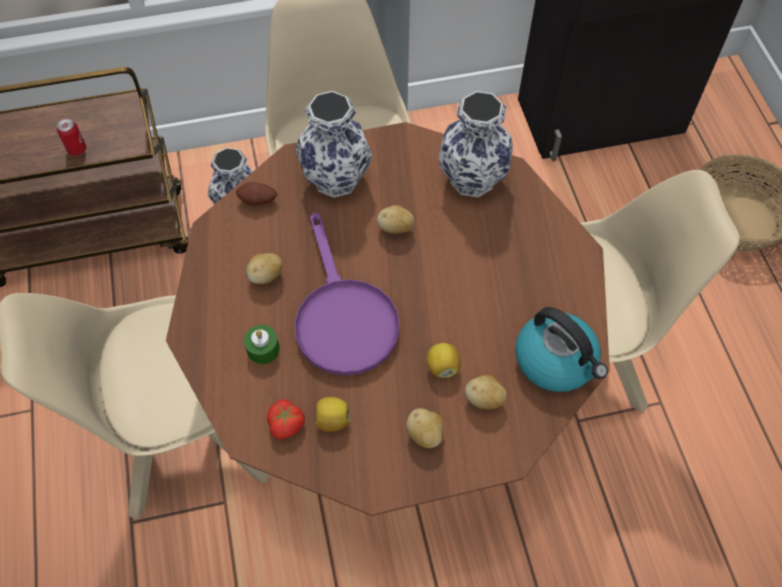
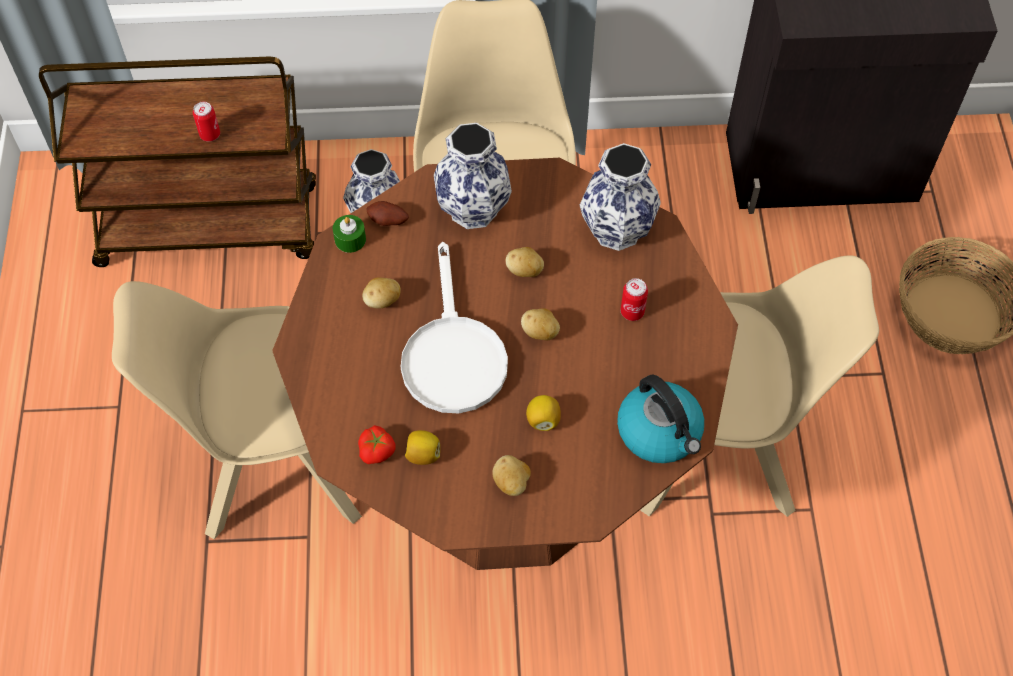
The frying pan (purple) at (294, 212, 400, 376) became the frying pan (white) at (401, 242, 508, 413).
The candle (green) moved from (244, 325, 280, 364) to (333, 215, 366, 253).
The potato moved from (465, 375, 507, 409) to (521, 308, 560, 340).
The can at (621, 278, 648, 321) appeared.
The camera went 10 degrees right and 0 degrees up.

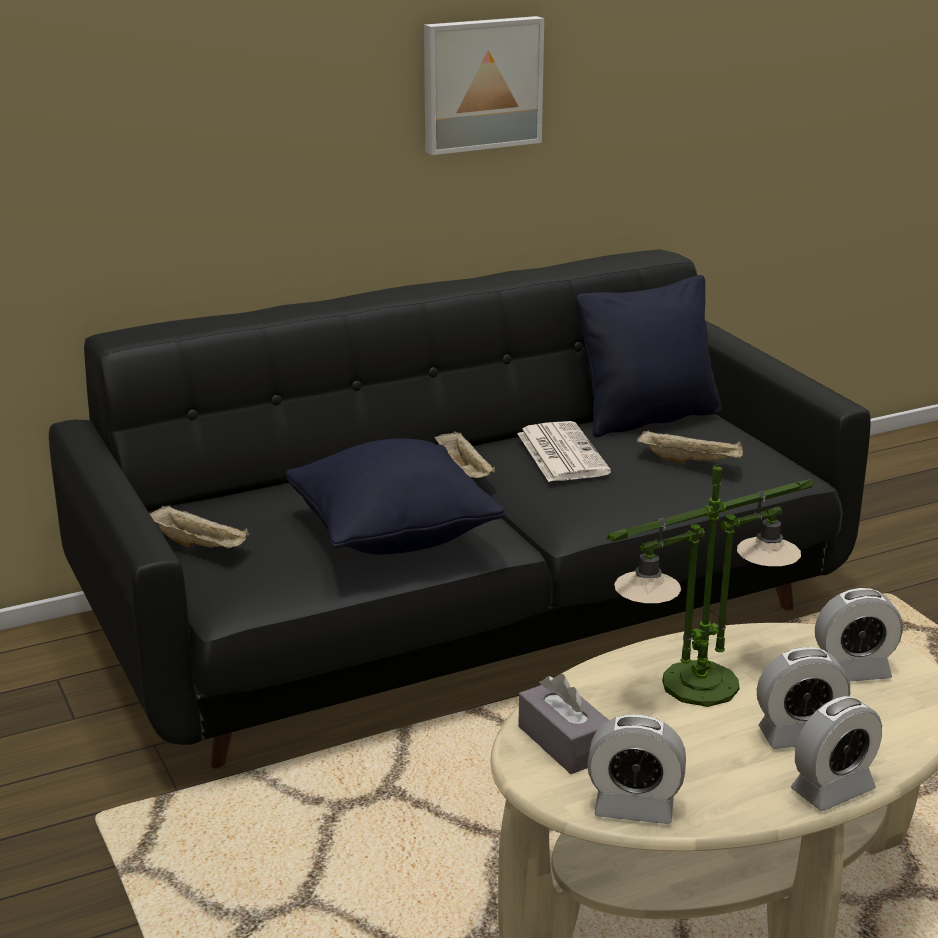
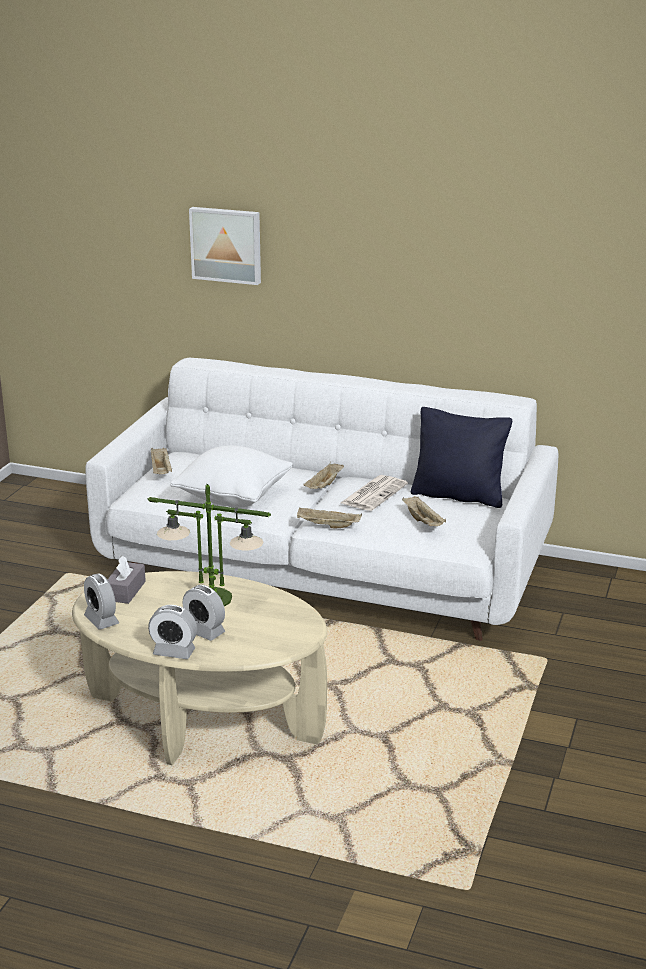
The picture moved from (424, 16, 544, 155) to (189, 207, 261, 285).
The sofa (black) at (49, 249, 871, 768) became the sofa (white) at (85, 358, 558, 641).
The pillow (black) at (286, 439, 505, 555) became the pillow (white) at (170, 445, 293, 508).
The alarm clock at (815, 588, 903, 682) disappeared.
The tray (beige) at (297, 507, 362, 529) appeared.
The camera went 45 degrees right and 0 degrees up.

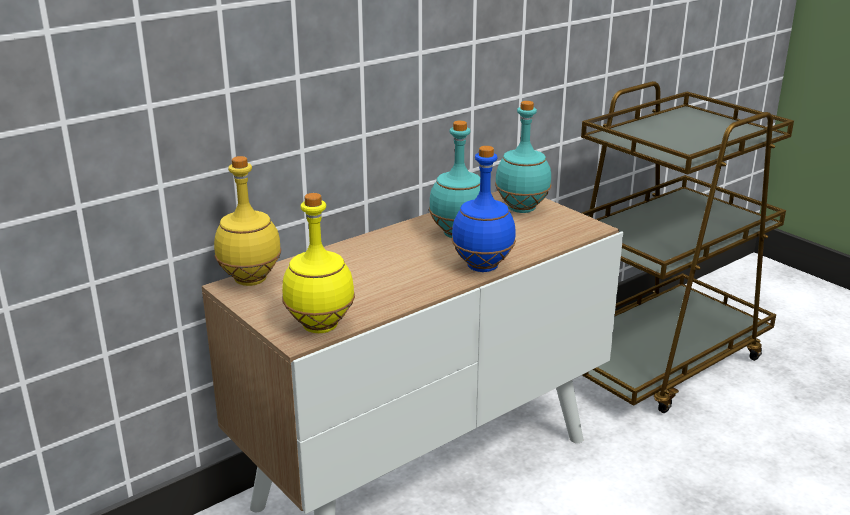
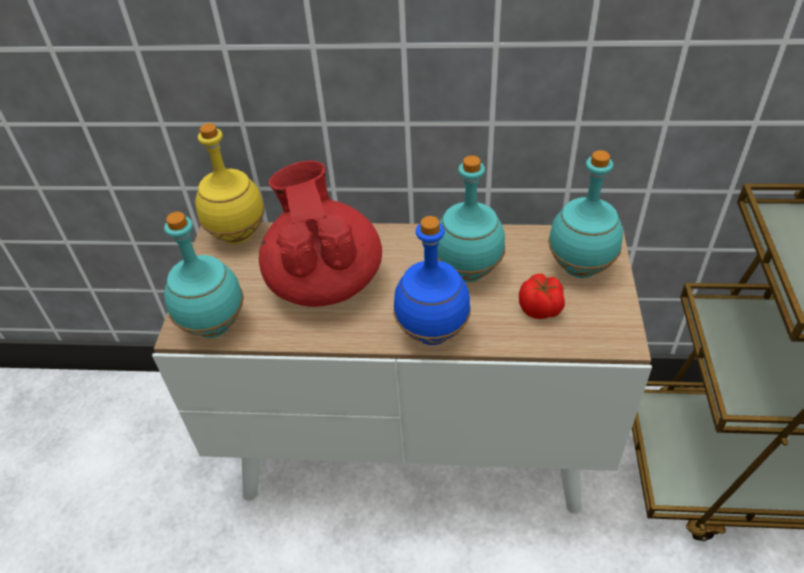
The bottle (yellow) at (282, 193, 355, 333) became the bottle (turquoise) at (164, 212, 244, 338).
The teapot (red) at (259, 160, 382, 307) appeared.
The tomato at (519, 274, 565, 319) appeared.
The camera went 45 degrees right and 20 degrees up.

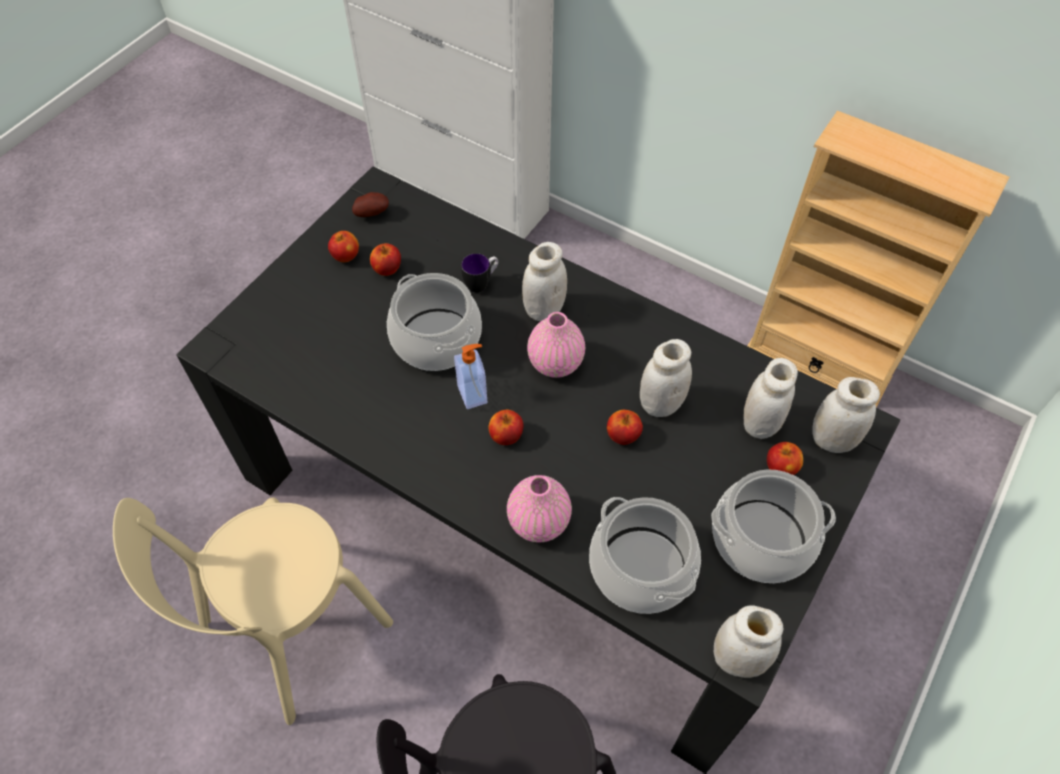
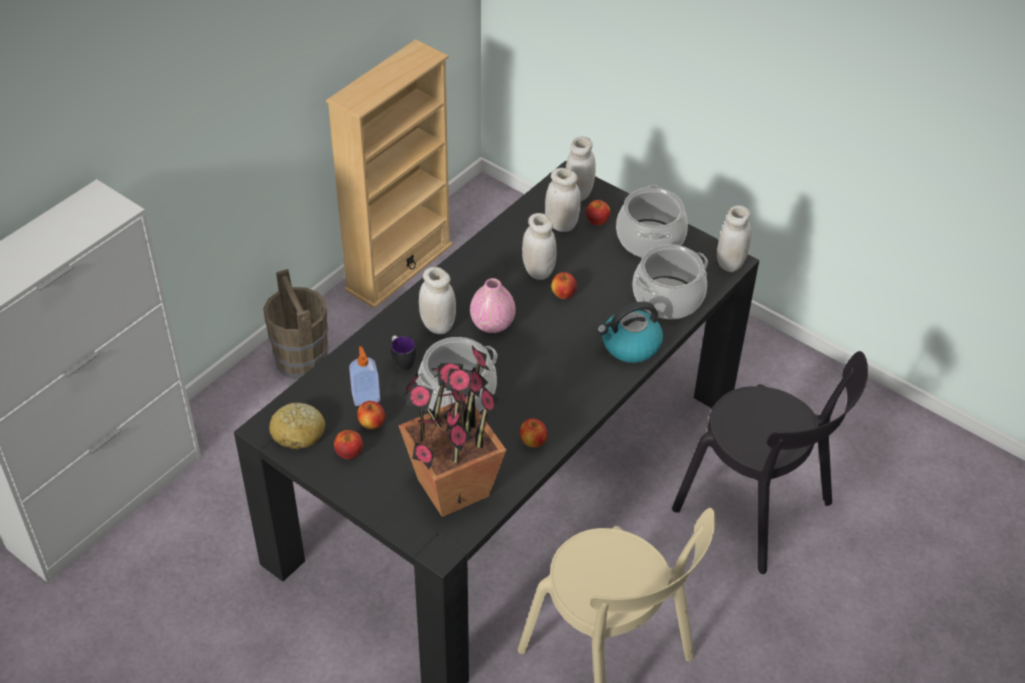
The potato at (352, 192, 389, 217) was replaced by the bread at (269, 403, 325, 449).
The soap dispenser moved from (454, 344, 488, 409) to (349, 346, 380, 406).
The apple moved from (489, 410, 524, 445) to (520, 418, 548, 447).
The vase (pink) at (507, 475, 572, 542) was replaced by the kettle at (597, 301, 663, 363).
The bucket (brown) at (263, 269, 328, 380) appeared.
The potted plant at (398, 346, 506, 517) appeared.
The camera went 85 degrees left and 10 degrees down.

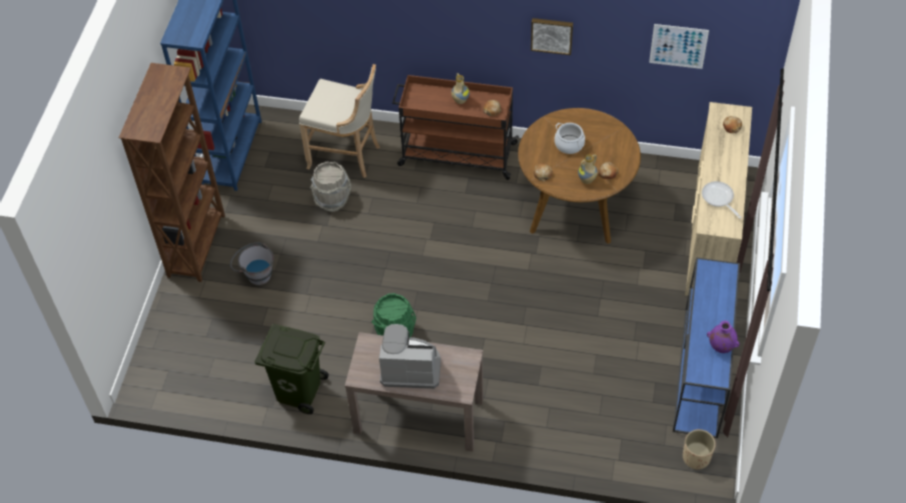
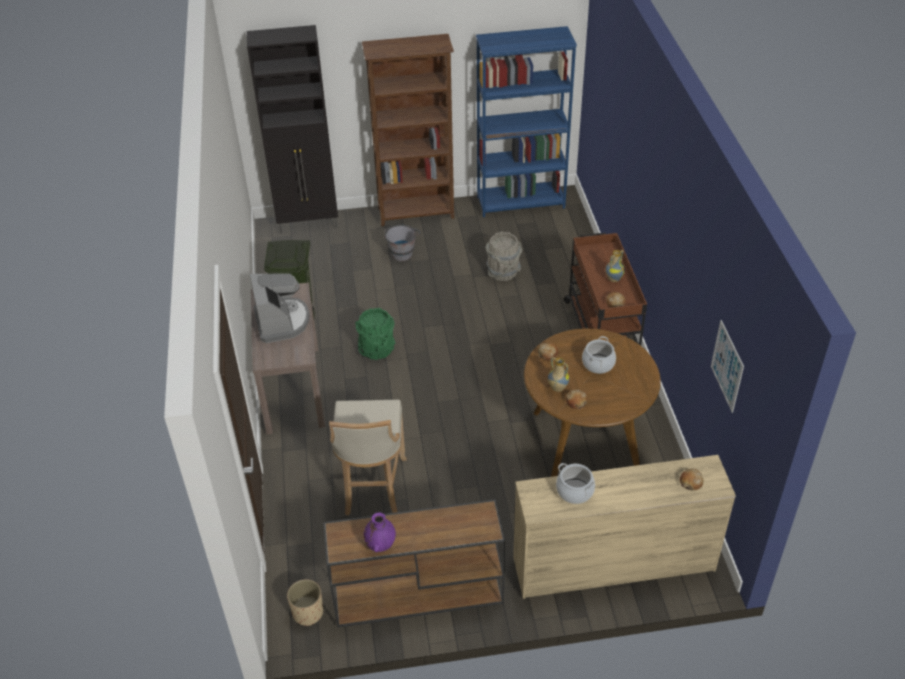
The picture at (531, 18, 573, 55) disappeared.
The stool (beige) moved from (299, 64, 380, 178) to (329, 400, 407, 516).
The frying pan at (702, 181, 741, 219) was replaced by the cooking pot at (556, 463, 595, 504).
The console table (blue) at (673, 257, 740, 438) became the console table (brown) at (323, 499, 505, 628).
The cabinet (black) at (247, 25, 338, 234) appeared.
The camera went 70 degrees right and 10 degrees down.

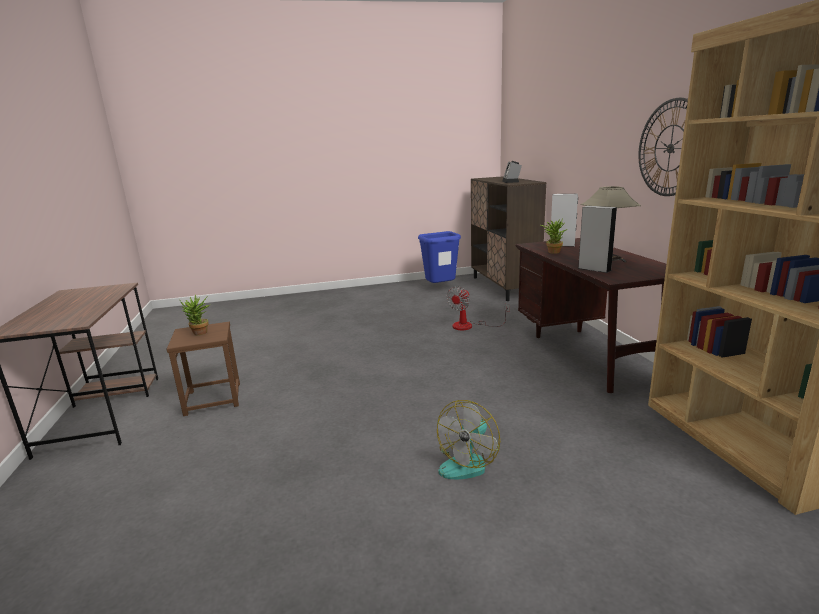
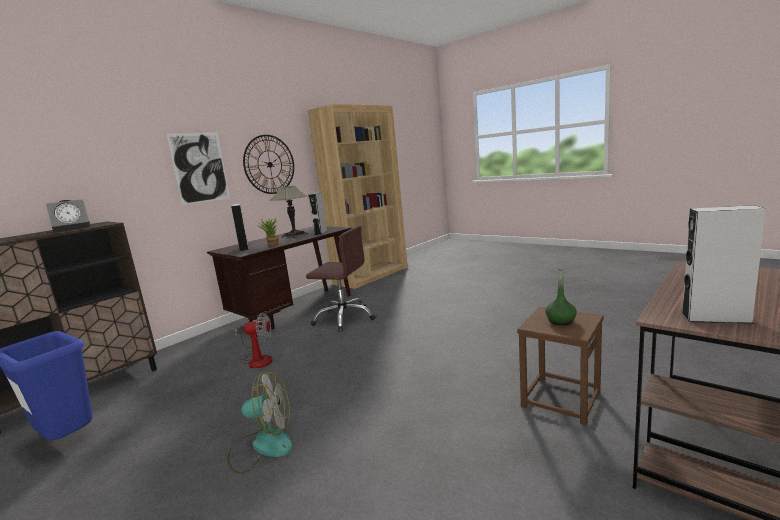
The potted plant at (180, 295, 211, 335) was replaced by the bottle (green) at (545, 268, 577, 325).
The fan moved from (437, 400, 500, 479) to (227, 371, 292, 474).
The picture at (166, 133, 230, 205) appeared.
The speaker (grey) at (681, 205, 766, 324) appeared.
The office chair (brown) at (306, 226, 376, 332) appeared.
The camera went 125 degrees left and 5 degrees down.

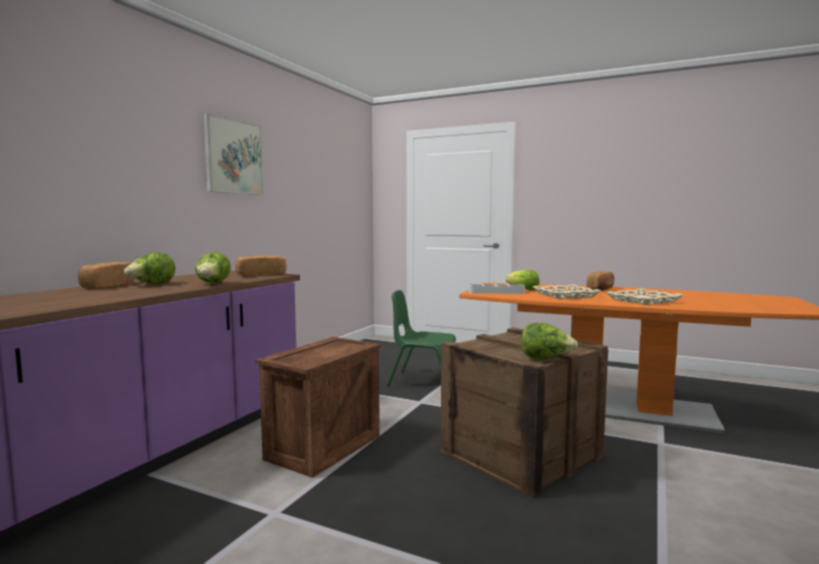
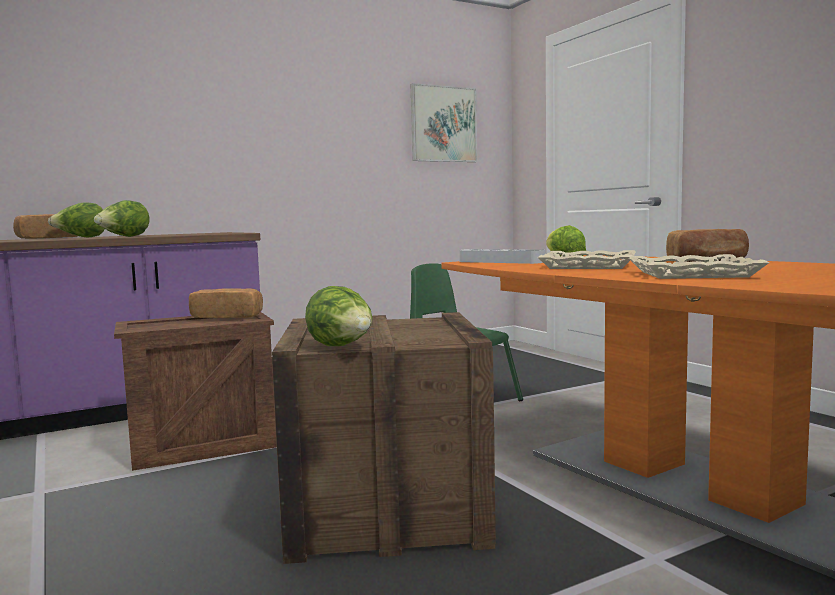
The picture moved from (204, 113, 264, 195) to (410, 83, 477, 162).
The bread moved from (235, 255, 287, 276) to (189, 288, 263, 318).
The camera went 35 degrees right and 0 degrees up.

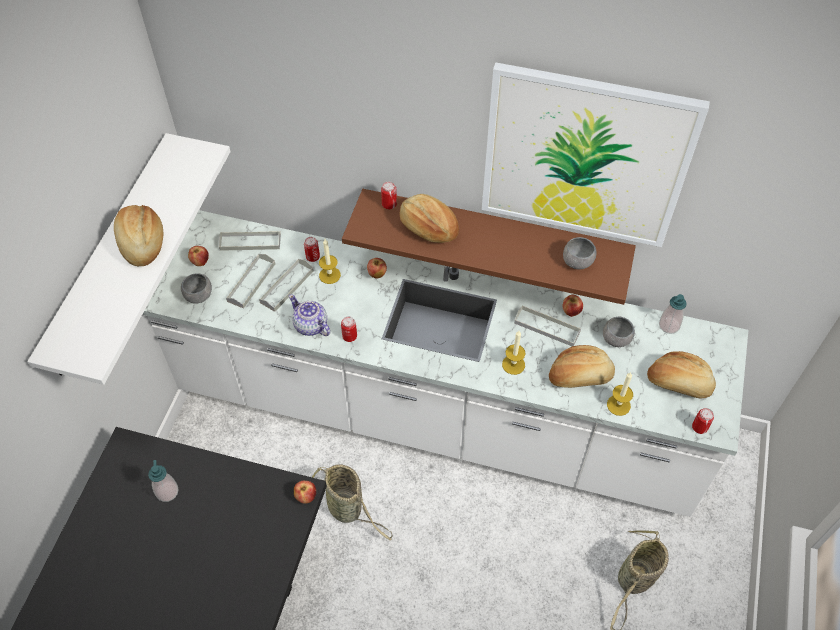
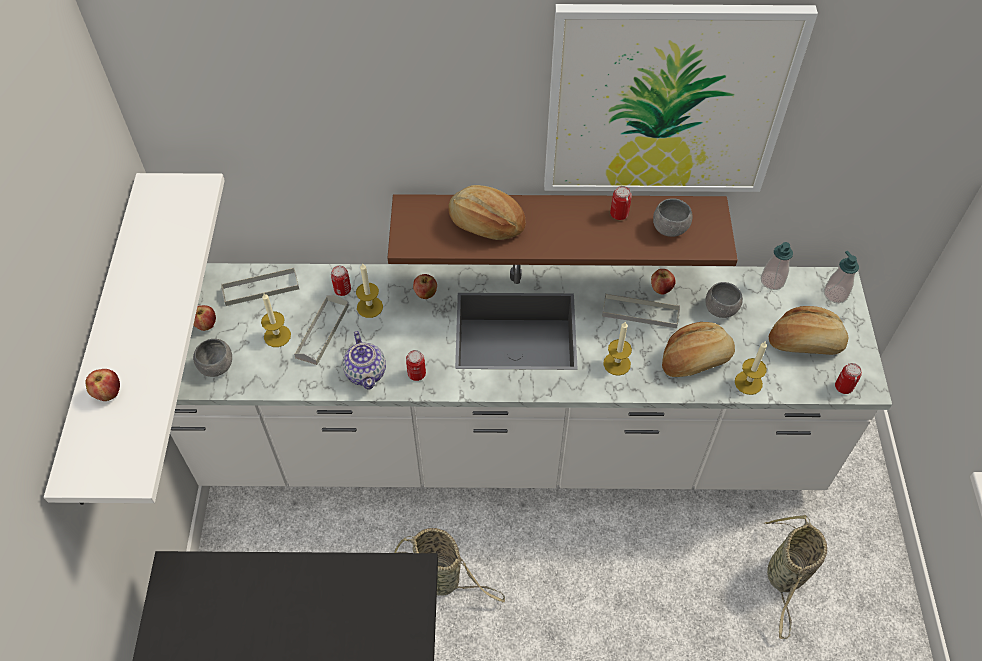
The can moved from (381, 181, 397, 209) to (610, 186, 632, 220).
The bread at (114, 205, 163, 266) disappeared.
The tray (grey) at (226, 254, 275, 309) was replaced by the candle at (261, 293, 291, 347).
The teapot at (289, 294, 330, 336) turned 135 degrees counterclockwise.
The soap dispenser moved from (148, 460, 179, 502) to (824, 251, 859, 303).
The apple moved from (294, 481, 316, 504) to (86, 369, 120, 401).
The camera went 15 degrees left and 0 degrees up.

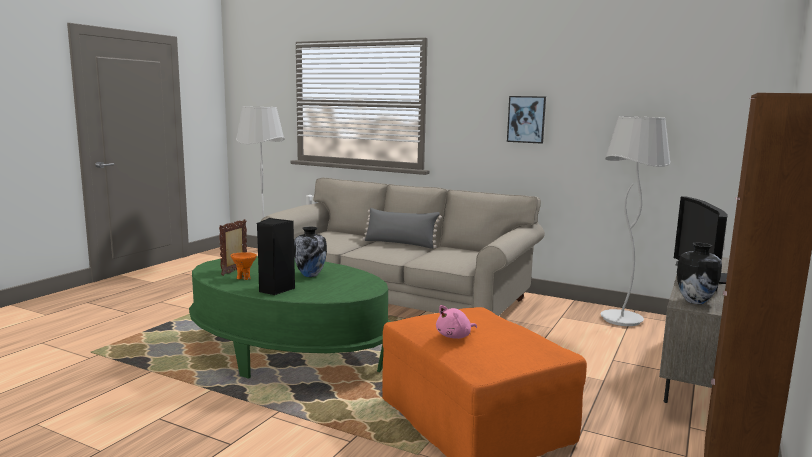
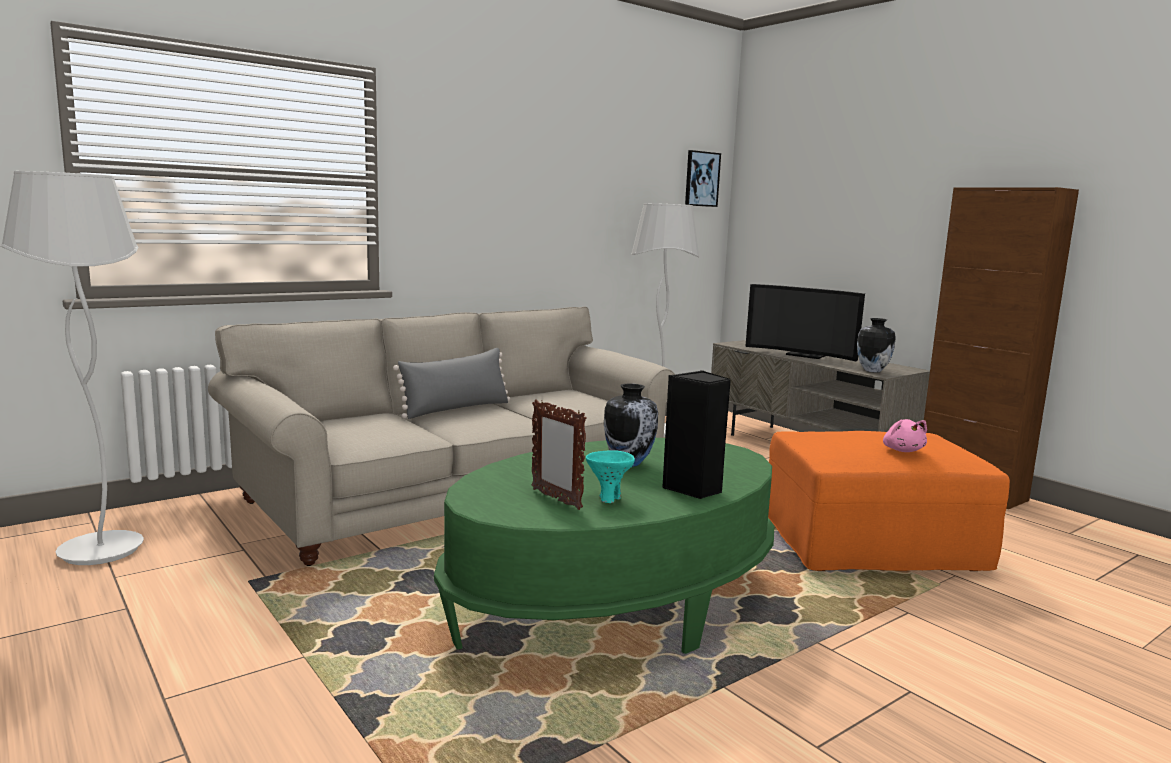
The picture moved from (507, 96, 546, 144) to (685, 150, 721, 207).
The bowl (orange) at (230, 252, 257, 280) became the bowl (turquoise) at (586, 450, 635, 503).
The camera went 65 degrees left and 0 degrees up.

